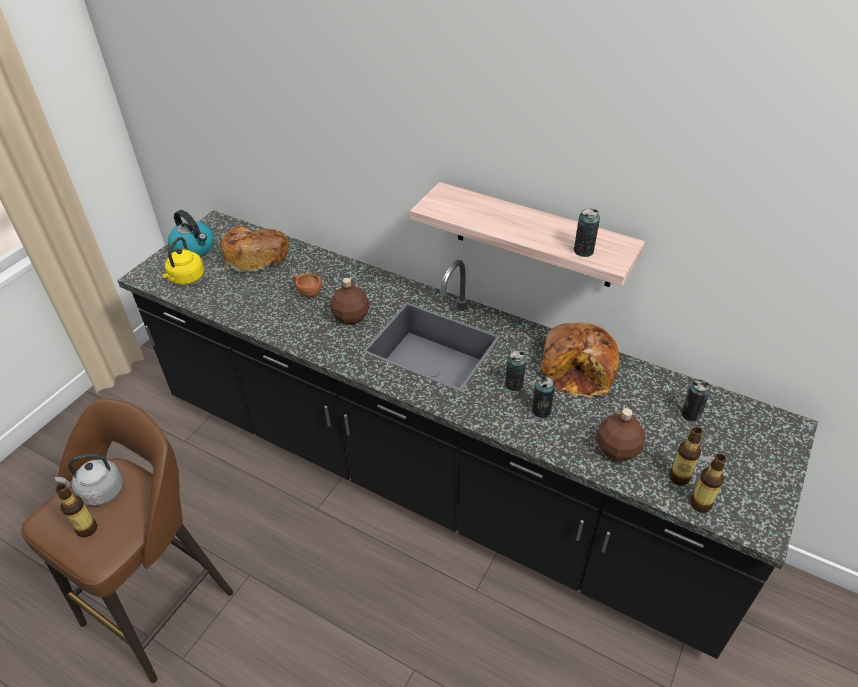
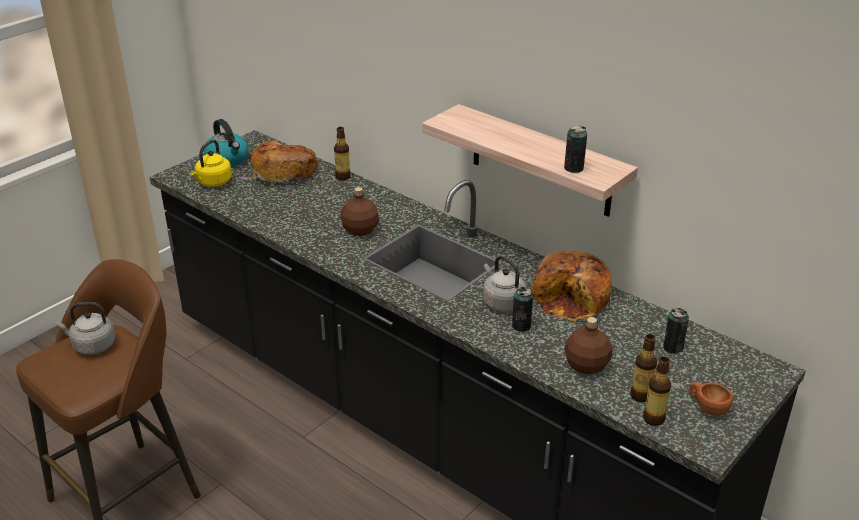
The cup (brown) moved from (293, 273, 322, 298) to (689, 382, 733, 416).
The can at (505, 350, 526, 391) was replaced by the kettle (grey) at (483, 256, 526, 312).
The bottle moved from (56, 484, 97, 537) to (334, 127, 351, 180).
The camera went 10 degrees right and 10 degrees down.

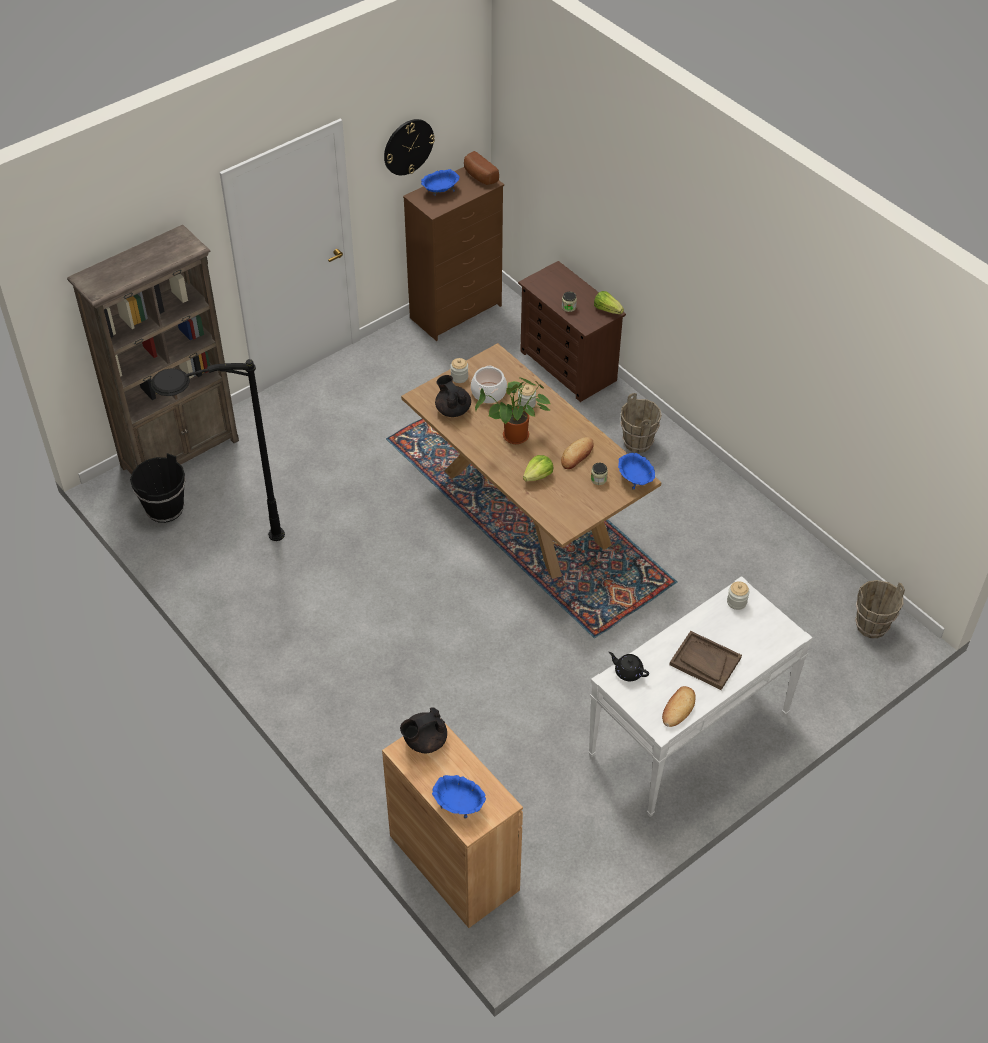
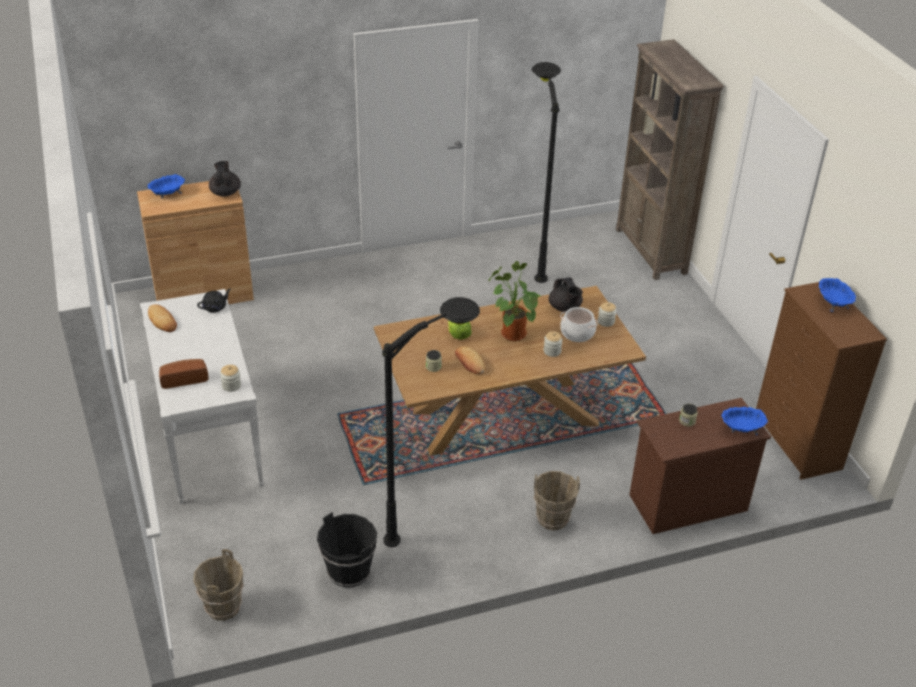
The wall clock at (384, 119, 435, 175) disappeared.
The bread moved from (464, 151, 499, 185) to (159, 359, 209, 389).
The lettuce at (594, 291, 624, 314) disappeared.
The teapot (black) at (435, 375, 471, 417) turned 75 degrees clockwise.
The bucket (black) moved from (130, 453, 186, 523) to (317, 512, 377, 588).
The bowl (blue) moved from (618, 453, 655, 490) to (721, 407, 768, 435).
The tray (brown) at (670, 631, 742, 690) disappeared.
The floor lamp (black) at (382, 297, 480, 547) appeared.
The camera went 110 degrees right and 10 degrees down.

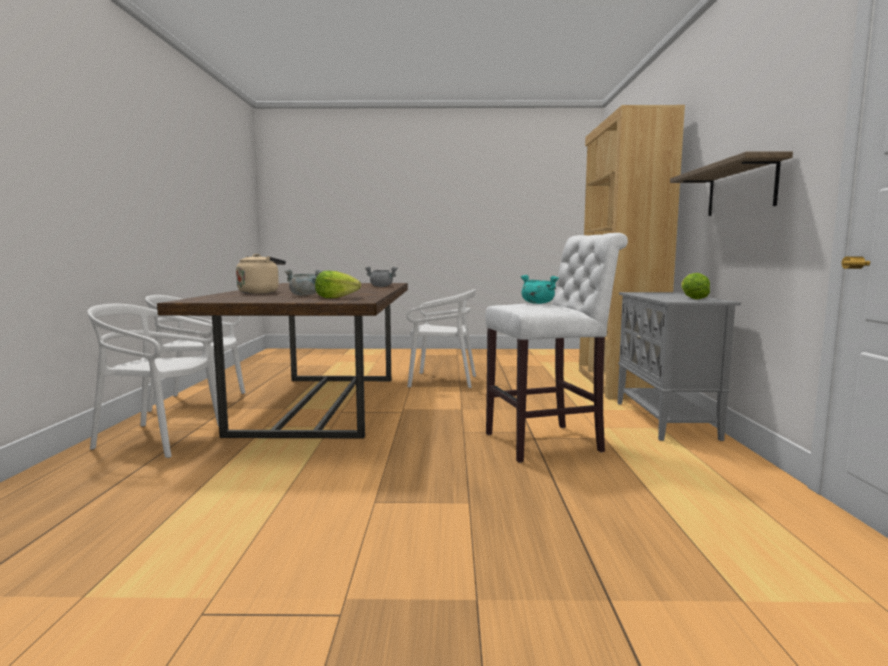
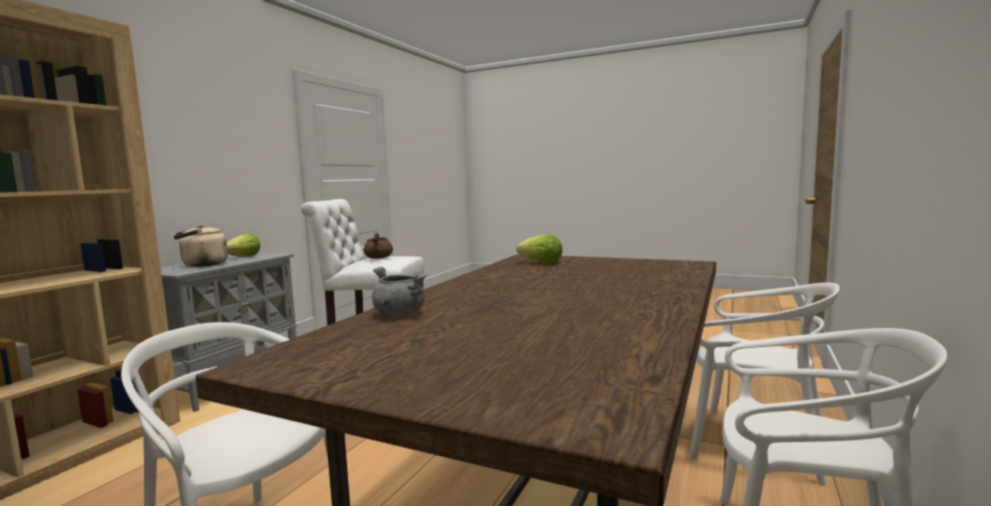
The shelf at (670, 152, 793, 216) disappeared.
The kettle (beige) moved from (236, 254, 286, 294) to (174, 225, 228, 267).
The cooking pot (grey) at (284, 269, 323, 296) disappeared.
The cooking pot (turquoise) at (521, 275, 559, 304) became the cooking pot (brown) at (364, 233, 393, 259).
The camera went 155 degrees left and 0 degrees up.

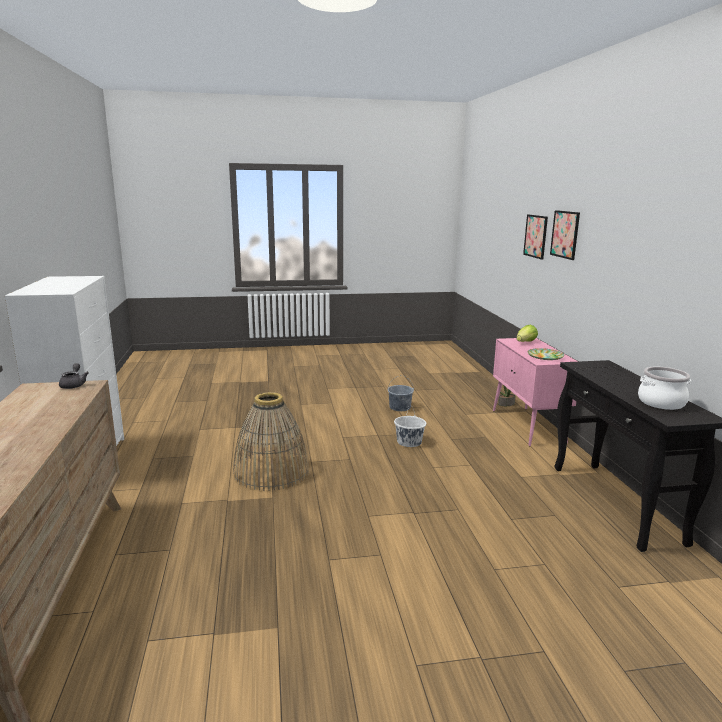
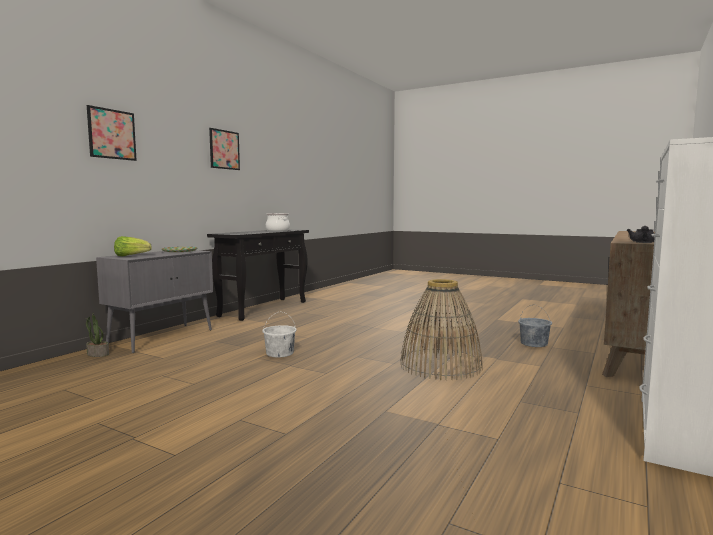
The picture moved from (523, 215, 548, 260) to (209, 128, 240, 170).
The cabinet (pink) at (493, 338, 578, 446) became the cabinet (grey) at (96, 250, 213, 353).
The bucket (grey) moved from (388, 375, 414, 411) to (518, 305, 552, 347).
The camera went 140 degrees left and 10 degrees down.

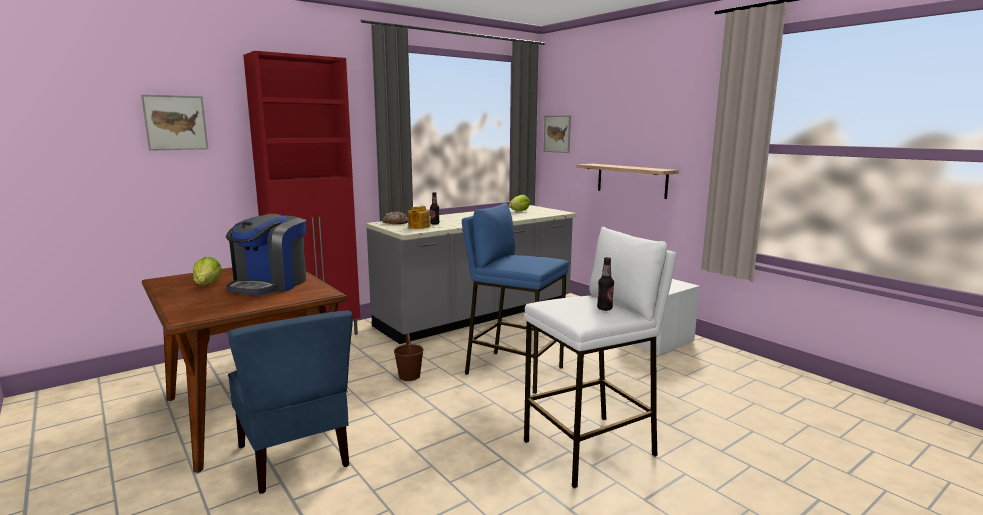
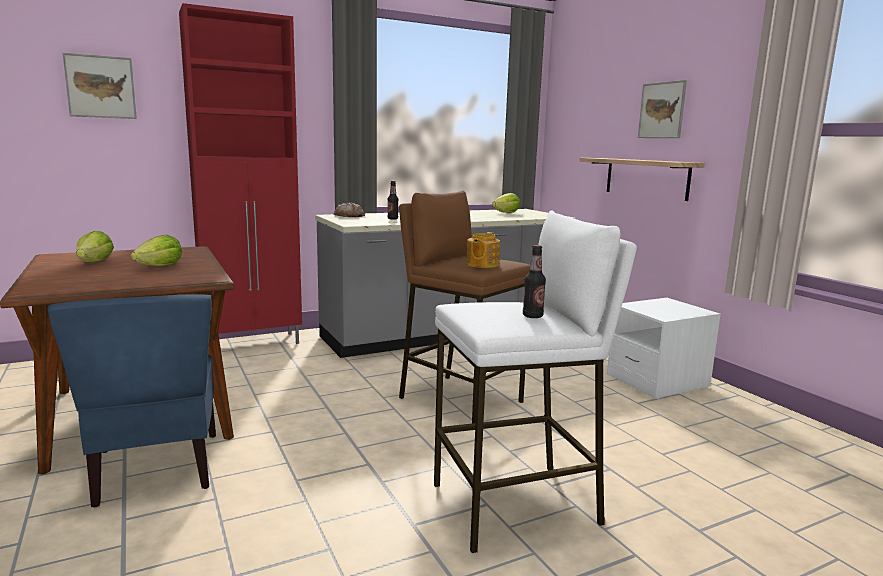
The picture moved from (544, 115, 571, 153) to (638, 80, 687, 138).
The stool (blue) at (462, 203, 569, 394) became the stool (brown) at (399, 190, 530, 423).
The teapot moved from (408, 206, 430, 229) to (466, 232, 500, 268).
The coffee machine at (226, 214, 306, 295) was replaced by the lettuce at (131, 235, 182, 266).
The bucket (brown) at (394, 333, 424, 381) disappeared.
The camera went 10 degrees right and 0 degrees up.

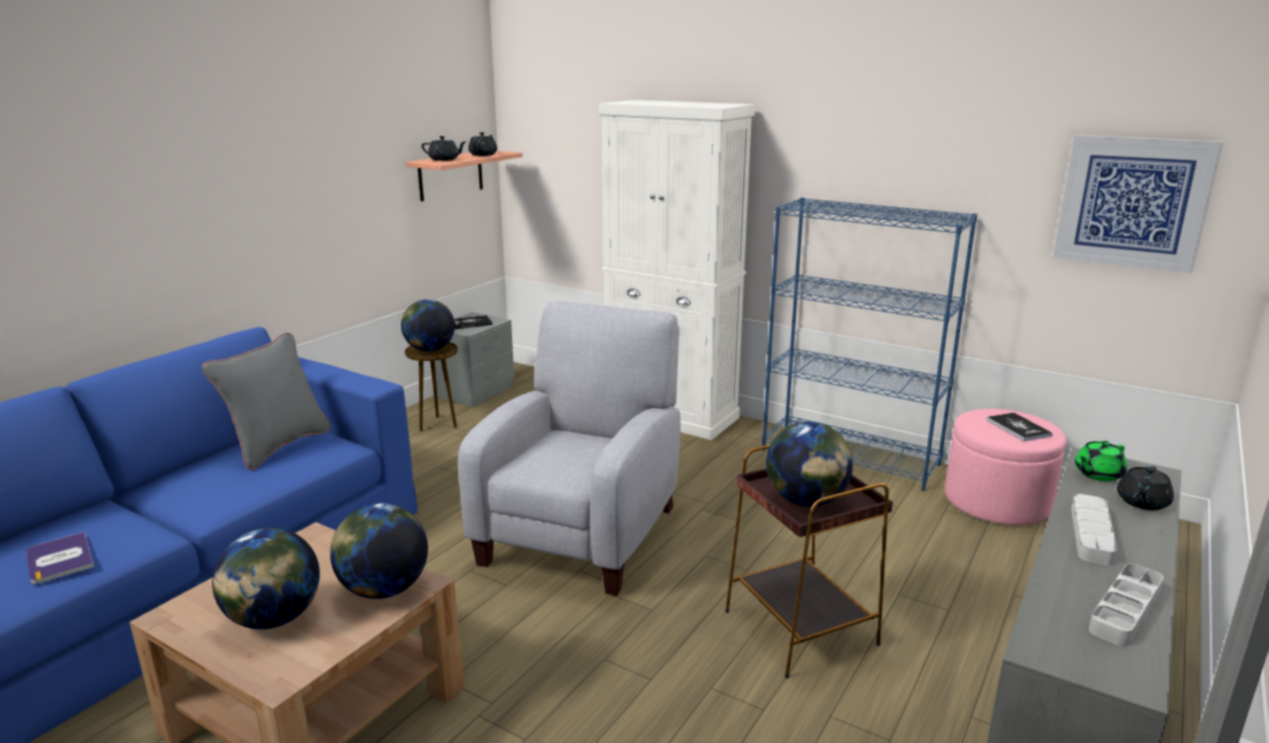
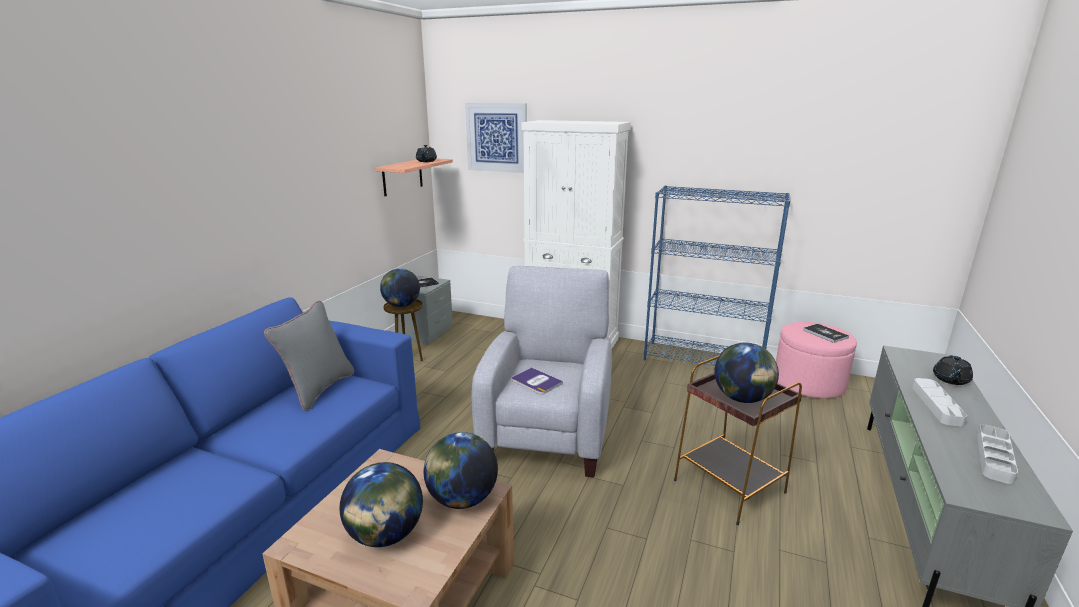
The picture moved from (1053, 135, 1223, 274) to (465, 103, 527, 173).
The teapot (black) at (422, 136, 465, 161) disappeared.
The teapot (green) at (1075, 440, 1127, 482) disappeared.
The book moved from (26, 532, 94, 584) to (512, 367, 563, 395).
The camera went 10 degrees left and 0 degrees up.

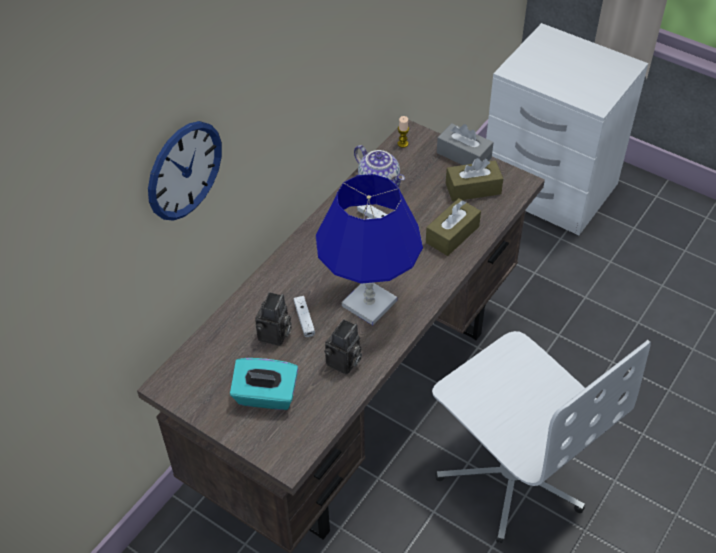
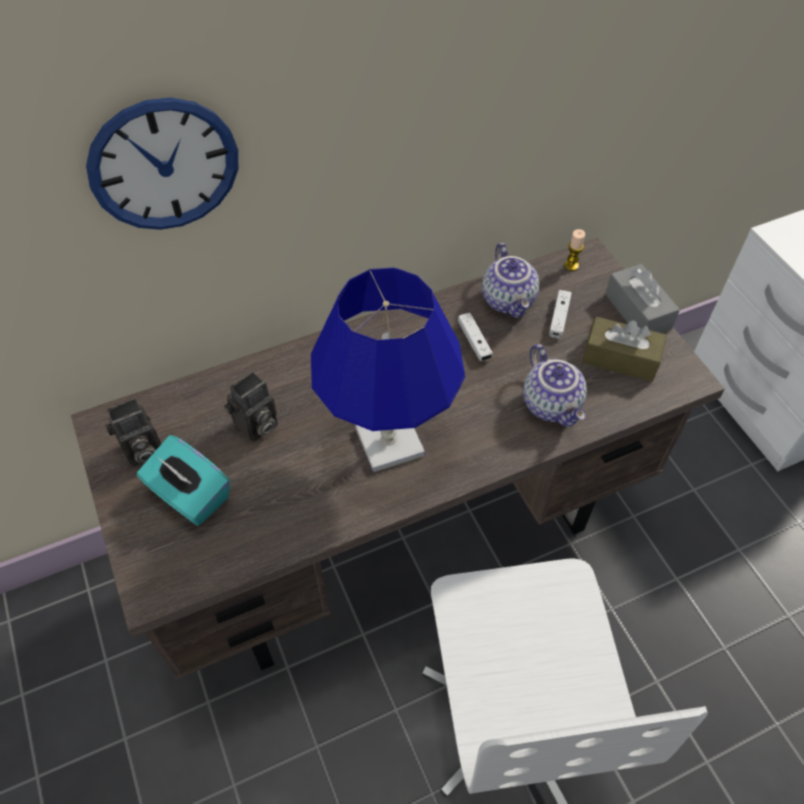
The tissue box (brown) at (426, 198, 481, 256) was replaced by the teapot at (523, 344, 587, 427).
The game controller (white) moved from (294, 296, 315, 337) to (549, 290, 572, 339).
The photo camera moved from (324, 319, 362, 374) to (106, 398, 161, 467).
The camera went 30 degrees right and 5 degrees up.

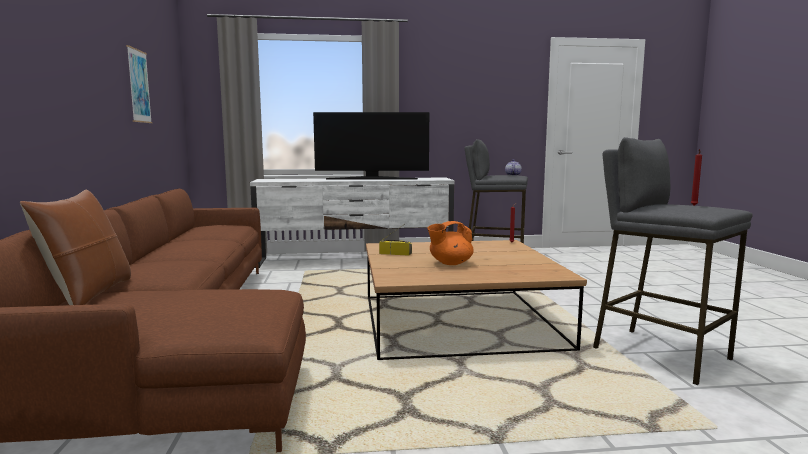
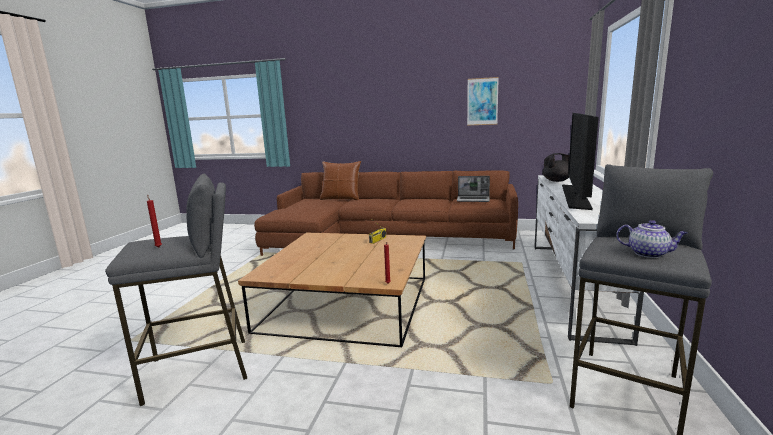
The teapot (orange) at (427, 221, 474, 265) disappeared.
The teapot (black) at (542, 153, 569, 182) appeared.
The laptop at (457, 176, 490, 202) appeared.
The camera went 110 degrees right and 5 degrees up.

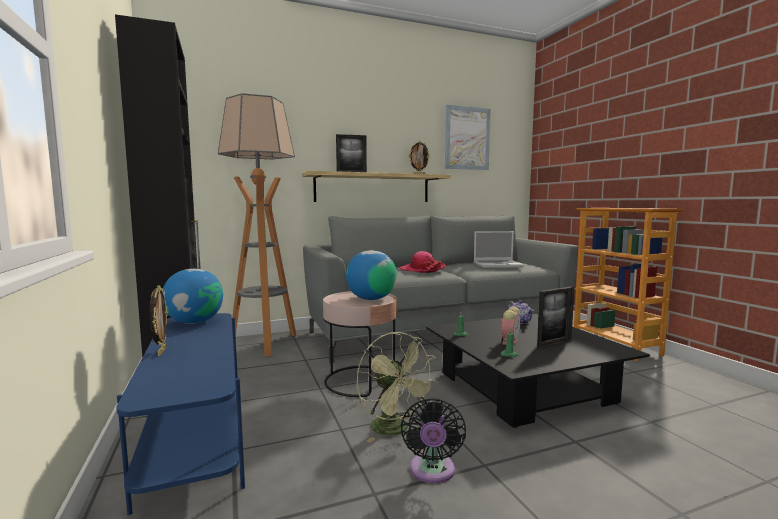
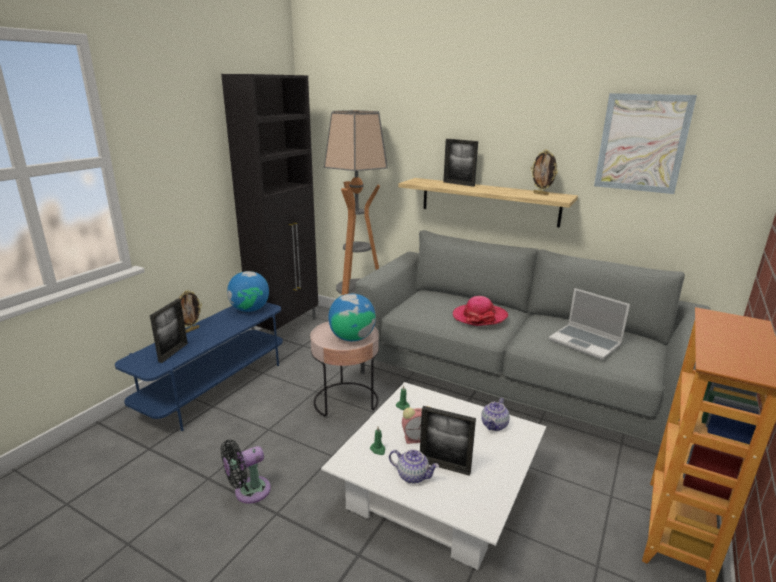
The coffee table (black) at (426, 314, 650, 428) became the coffee table (white) at (321, 382, 546, 570).
The fan (green) at (357, 332, 437, 442) disappeared.
The picture frame at (150, 299, 188, 363) appeared.
The teapot at (389, 449, 439, 484) appeared.
The camera went 50 degrees right and 15 degrees up.

